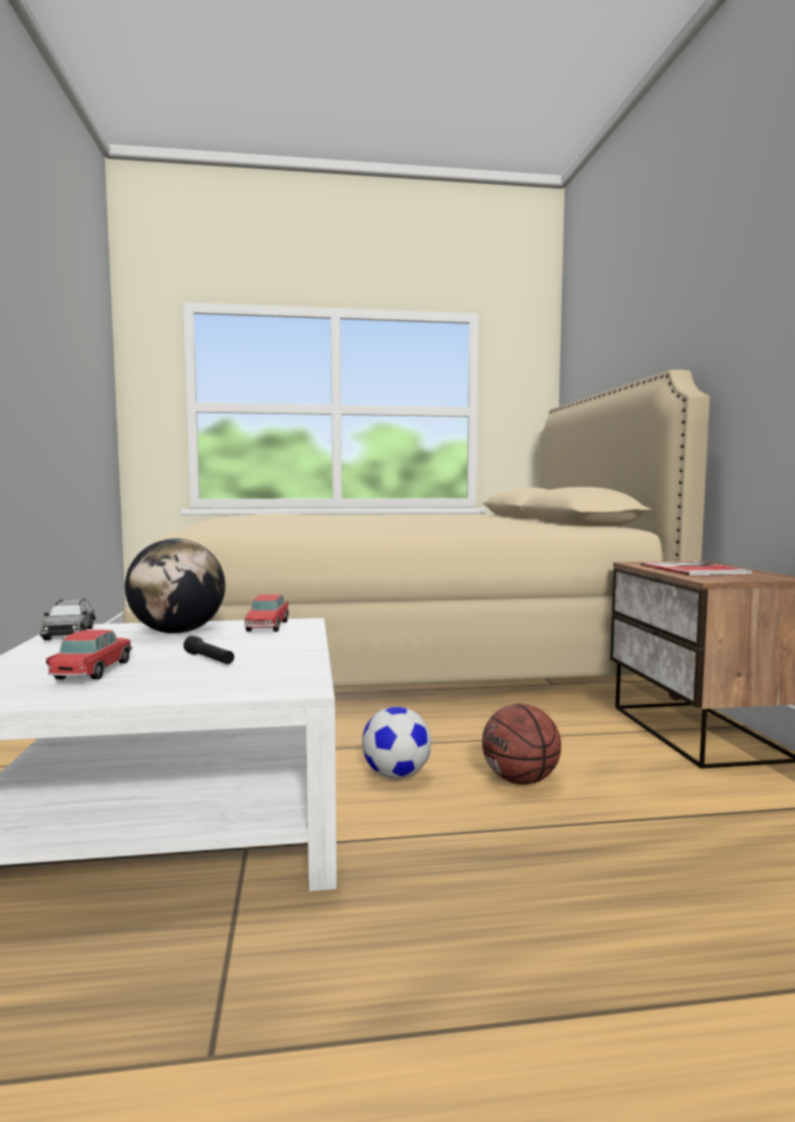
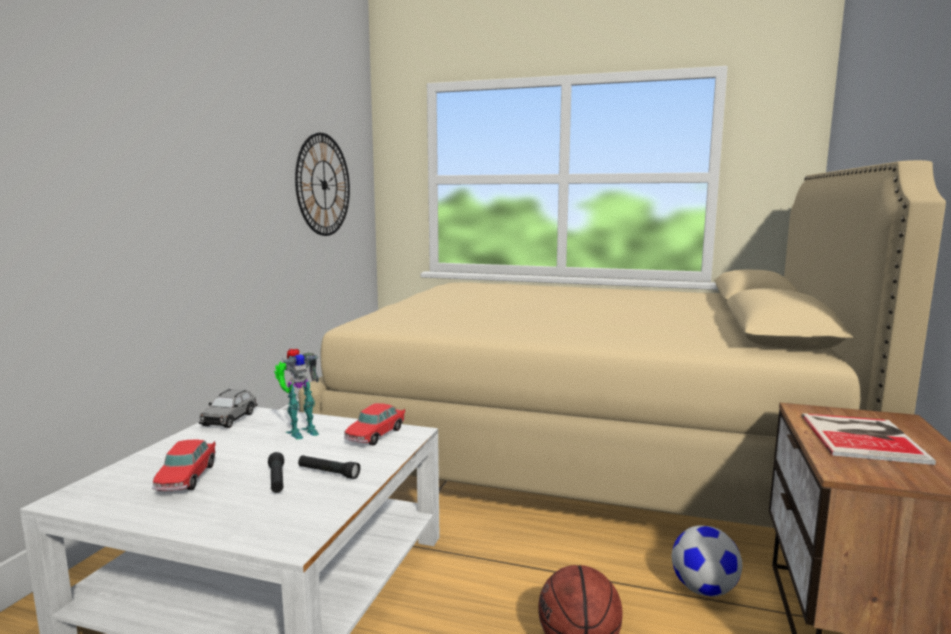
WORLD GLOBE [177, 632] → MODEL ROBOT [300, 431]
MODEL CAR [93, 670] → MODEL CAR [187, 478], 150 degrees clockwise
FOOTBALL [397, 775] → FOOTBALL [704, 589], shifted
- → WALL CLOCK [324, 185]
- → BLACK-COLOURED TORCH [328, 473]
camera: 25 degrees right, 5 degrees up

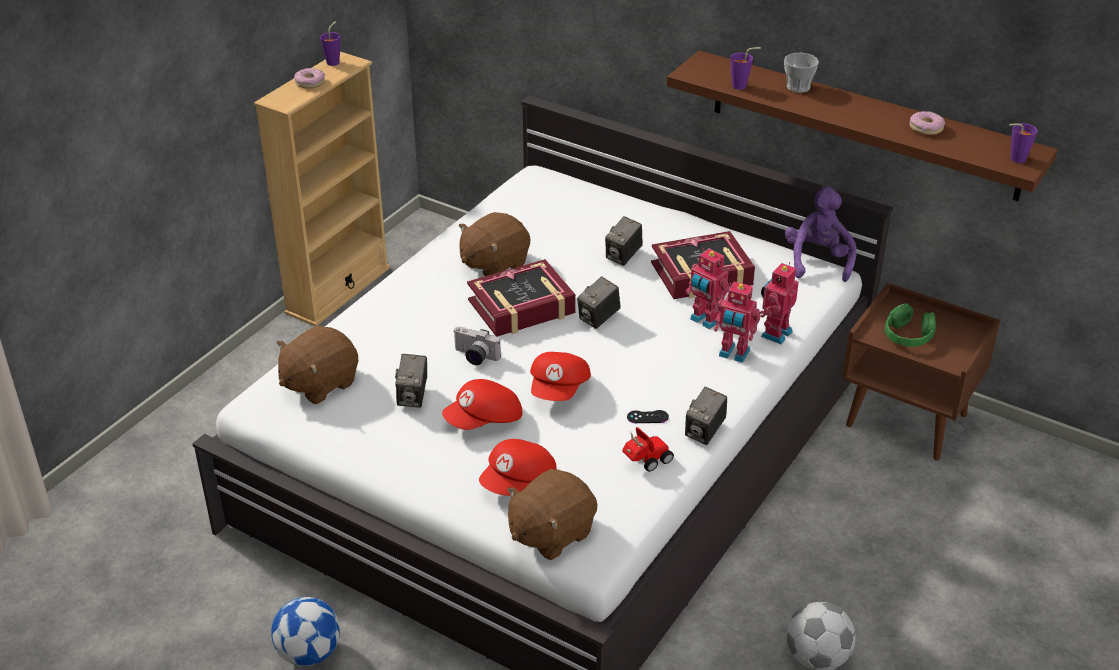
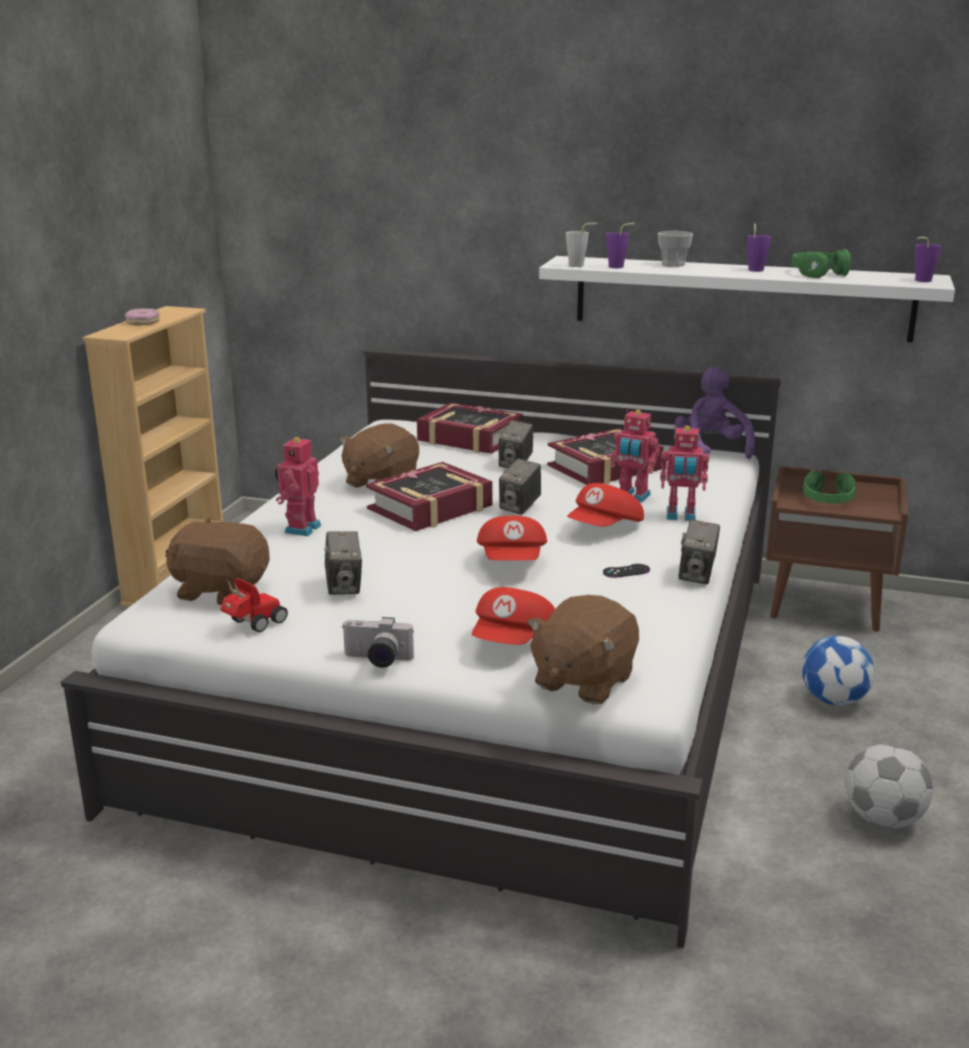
PURPLE-COLOURED CUP [334, 61] → PURPLE-COLOURED CUP [755, 269], shifted
BROWN SHELF [864, 125] → WHITE-COLOURED SHELF [741, 298]
DOUGHNUT [926, 128] → GREENISH HEADSET [818, 273]
MODEL ROBOT [774, 333] → MODEL ROBOT [300, 528], shifted
BROWN CUDDLY TOY [319, 383] → BROWN CUDDLY TOY [221, 590], 75 degrees clockwise
STILL CAMERA [474, 357] → STILL CAMERA [377, 660], shifted
RED-COLOURED PEAKED CAP [484, 420] → RED-COLOURED PEAKED CAP [605, 528], shifted
MODEL CAR [645, 461] → MODEL CAR [253, 624], shifted
FOOTBALL [309, 653] → FOOTBALL [833, 700], shifted
- → GREYISH CUP [579, 265]
- → BOOK [469, 438]
camera: 15 degrees left, 15 degrees down

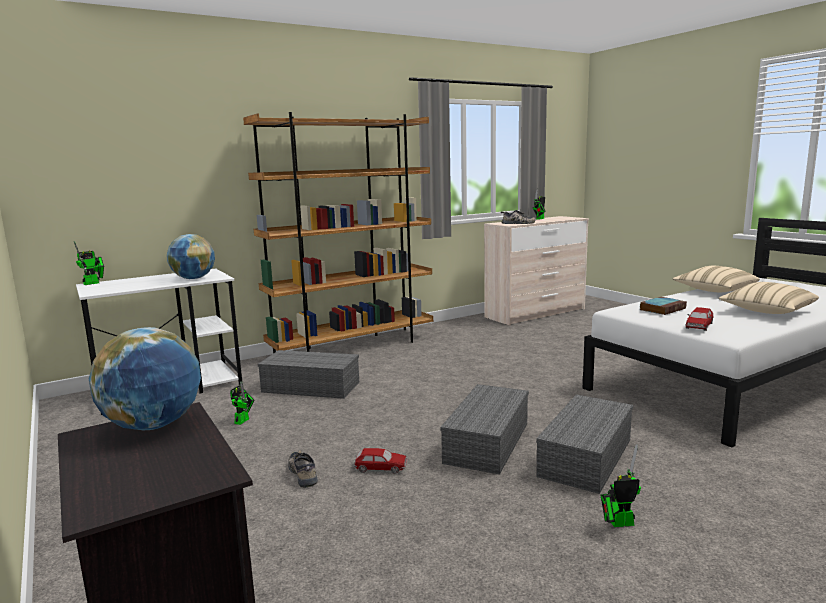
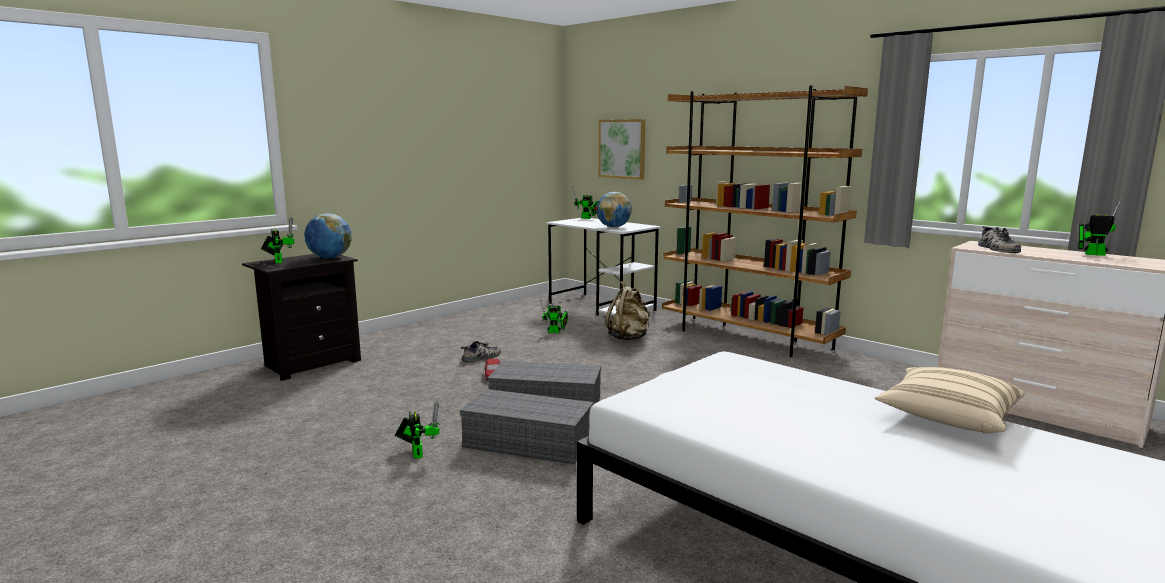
BEIGE-COLOURED PILLOW [767, 312] → -
BOOK [662, 309] → -
MODEL CAR [698, 326] → -
GREYISH STORAGE BIN [309, 387] → BEIGE-COLOURED RUCKSACK [629, 338]
- → WALL PICTURE [622, 149]
- → MODEL ROBOT [278, 261]
camera: 75 degrees right, 0 degrees up

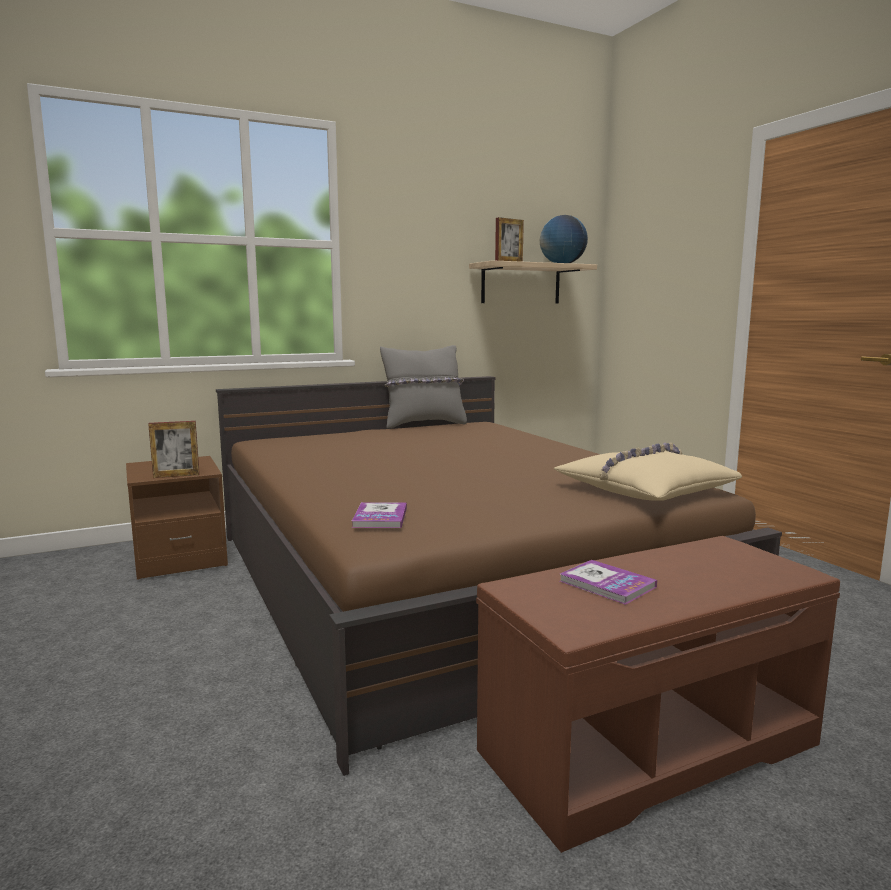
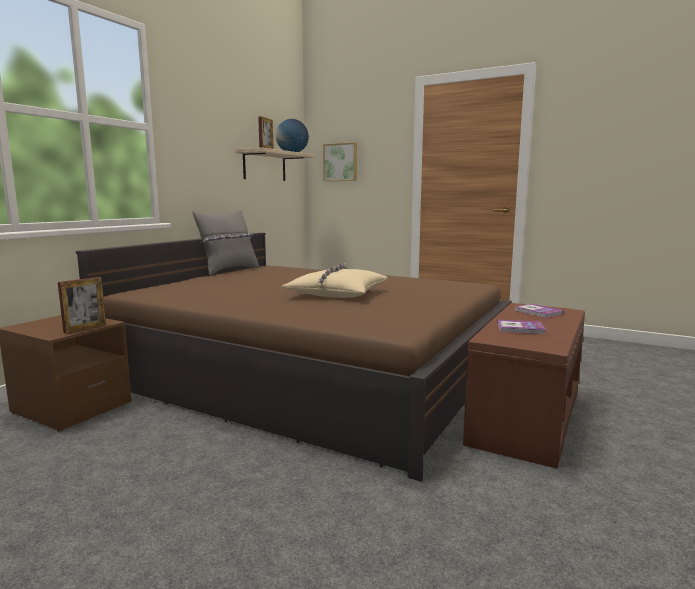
BEIGE-COLOURED PILLOW [644, 490] → BEIGE-COLOURED PILLOW [337, 293], shifted
BOOK [380, 517] → BOOK [538, 312], shifted
- → WALL PICTURE [341, 162]
camera: 35 degrees left, 0 degrees up

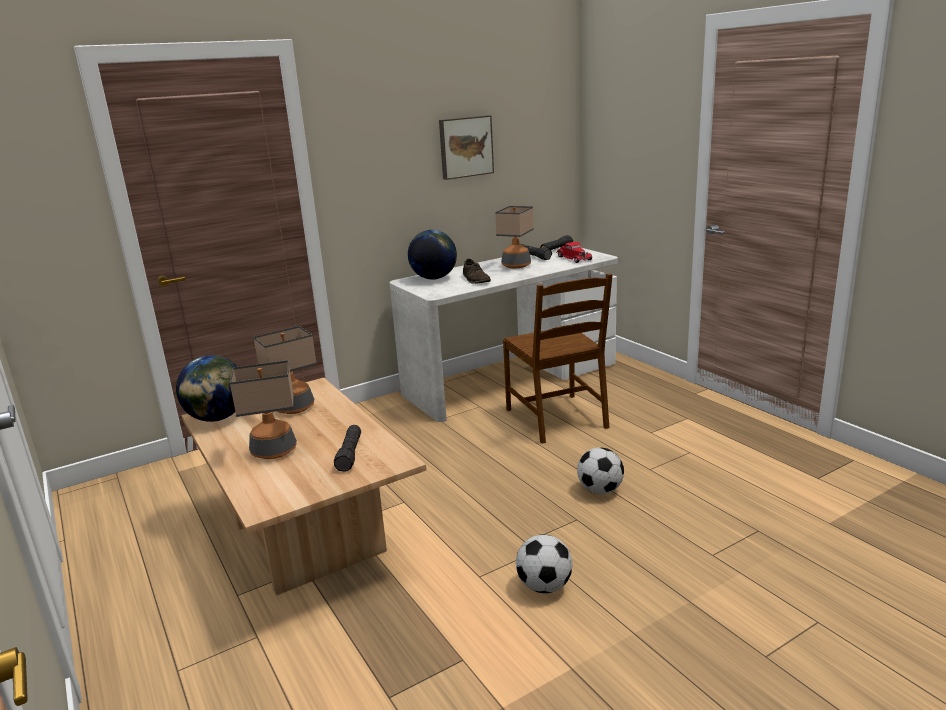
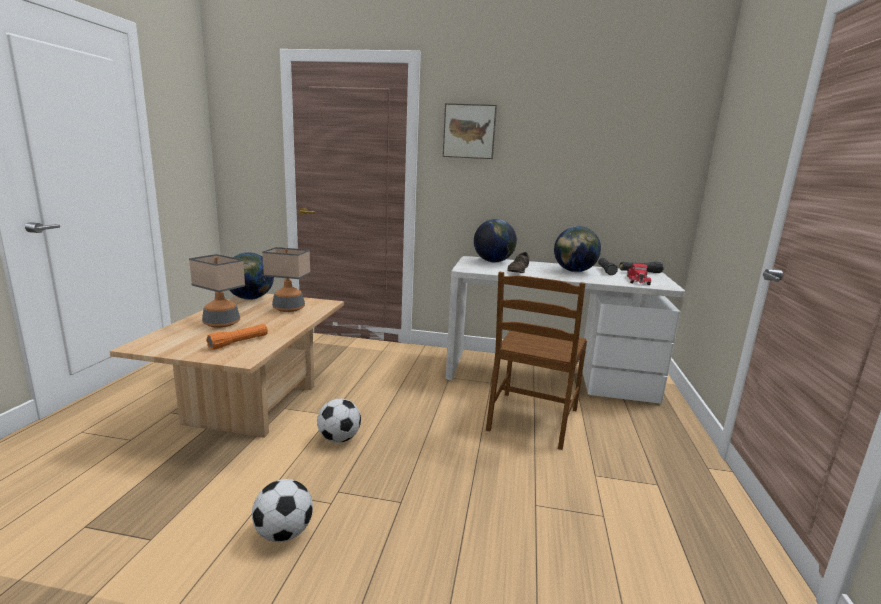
WALL PICTURE [465, 147] → WALL PICTURE [469, 131], shifted
LAMP FOR A TABLE [516, 265] → WORLD GLOBE [574, 271]
BLACK-COLOURED TORCH [350, 454] → ORANGE TORCH [239, 342]
FOOTBALL [600, 490] → FOOTBALL [339, 439], shifted
camera: 40 degrees right, 5 degrees down

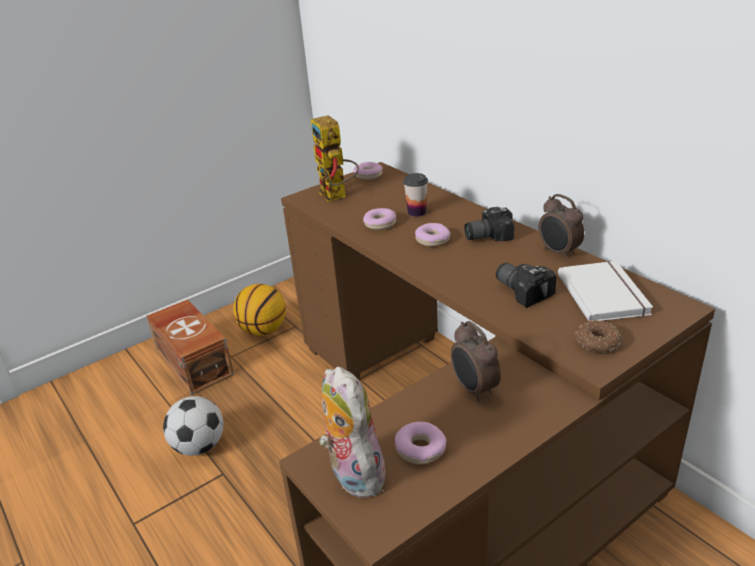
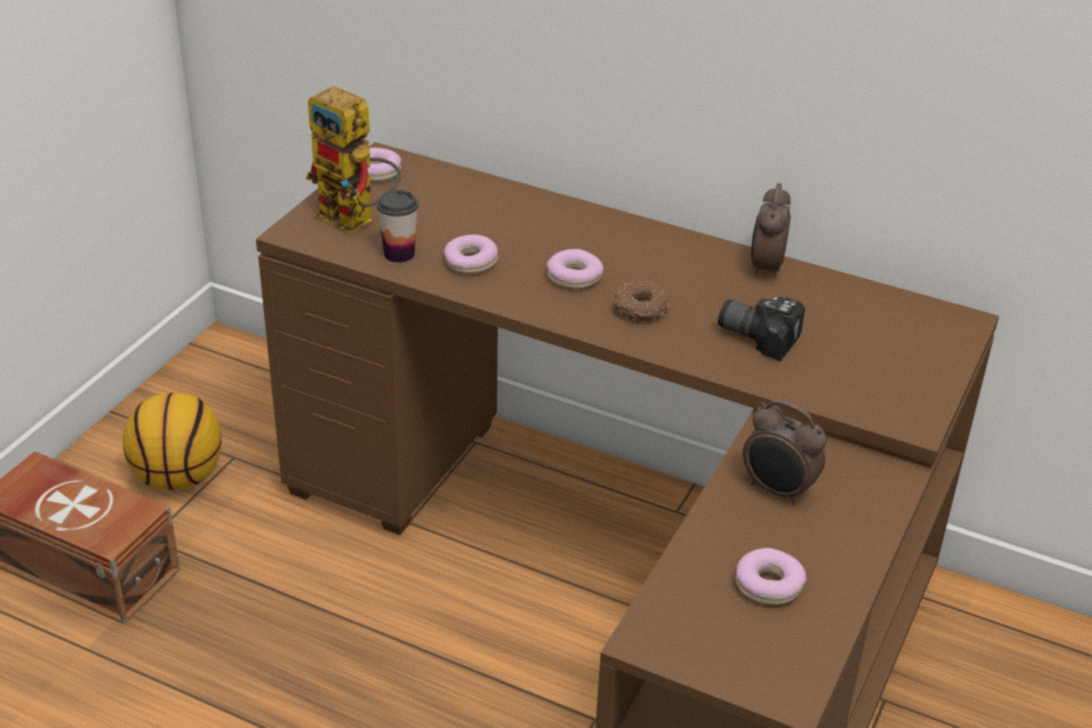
CUP [417, 212] → CUP [399, 254], shifted
TABLE CLOCK [558, 253] → TABLE CLOCK [765, 268], 75 degrees clockwise
STILL CAMERA [486, 235] → -
WHITE-COLOURED BOOK [605, 293] → -
DOUGHNUT [597, 343] → DOUGHNUT [640, 310], shifted
CUDDLY TOY [352, 474] → -
FOOTBALL [199, 446] → -
camera: 30 degrees left, 5 degrees up

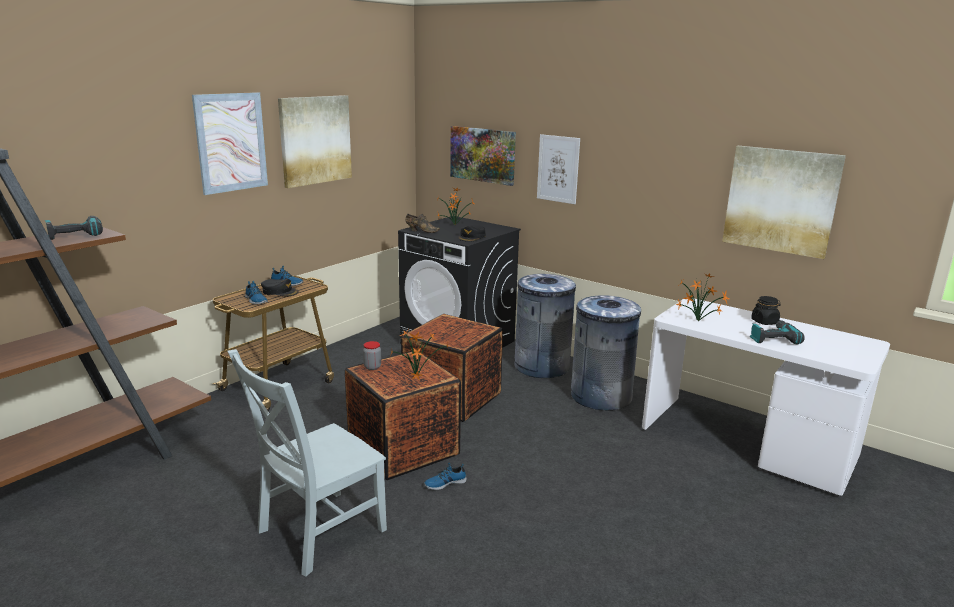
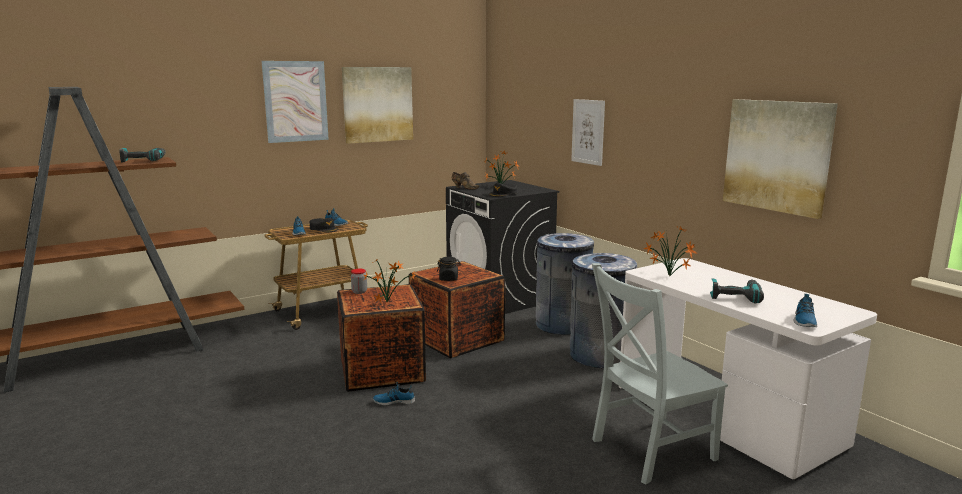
WALL PICTURE [483, 154] → -
BLACK-COLOURED STORAGE JAR [764, 322] → BLACK-COLOURED STORAGE JAR [448, 279], shifted
GREYISH UPRIGHT CHAIR [317, 533] → GREYISH UPRIGHT CHAIR [648, 450], shifted
- → SHOE [804, 321]
camera: 20 degrees right, 5 degrees down

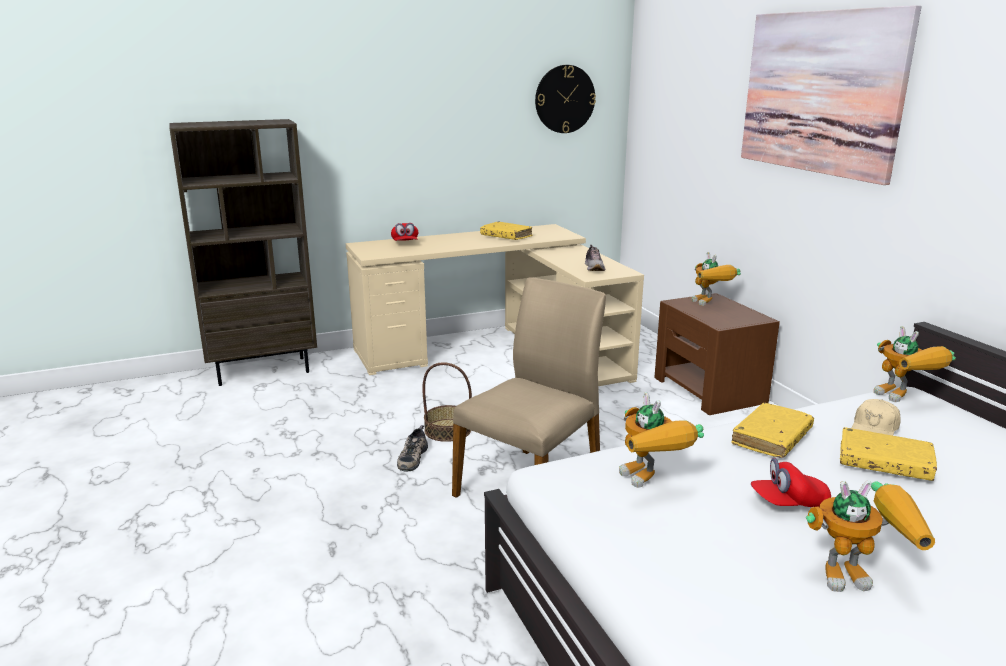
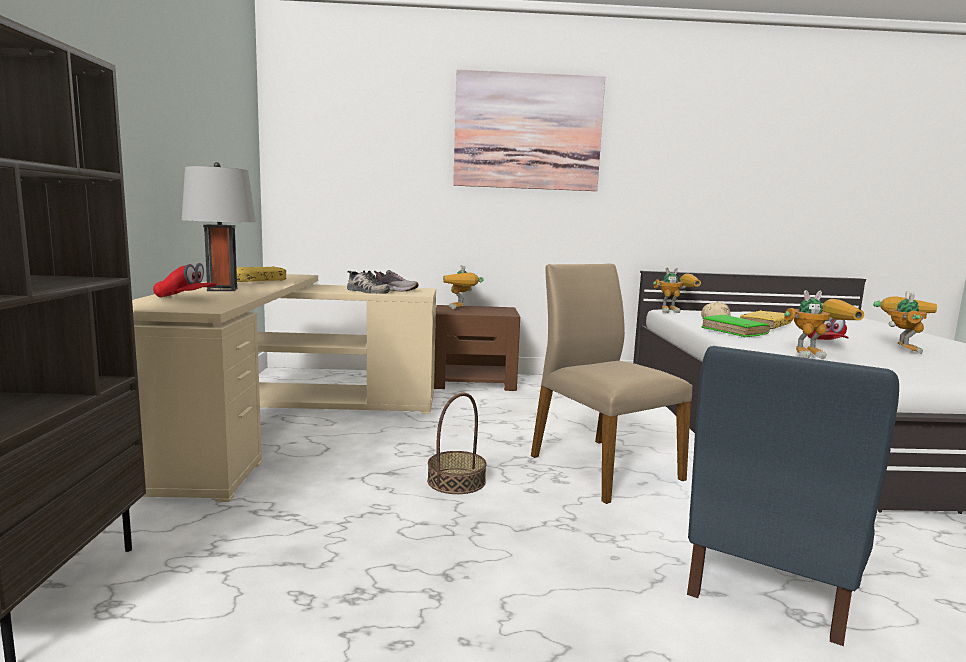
WALL CLOCK [564, 99] → -
MODEL ROBOT [710, 304] → MODEL ROBOT [461, 309], 75 degrees clockwise
YELLOWISH BOOK [771, 438] → GREENISH BOOK [734, 332]
SHOE [412, 457] → SHOE [366, 291], shifted
- → GREYISH LAMP FOR A TABLE [222, 289]
- → BLUISH UPRIGHT CHAIR [768, 580]
camera: 70 degrees left, 10 degrees down

